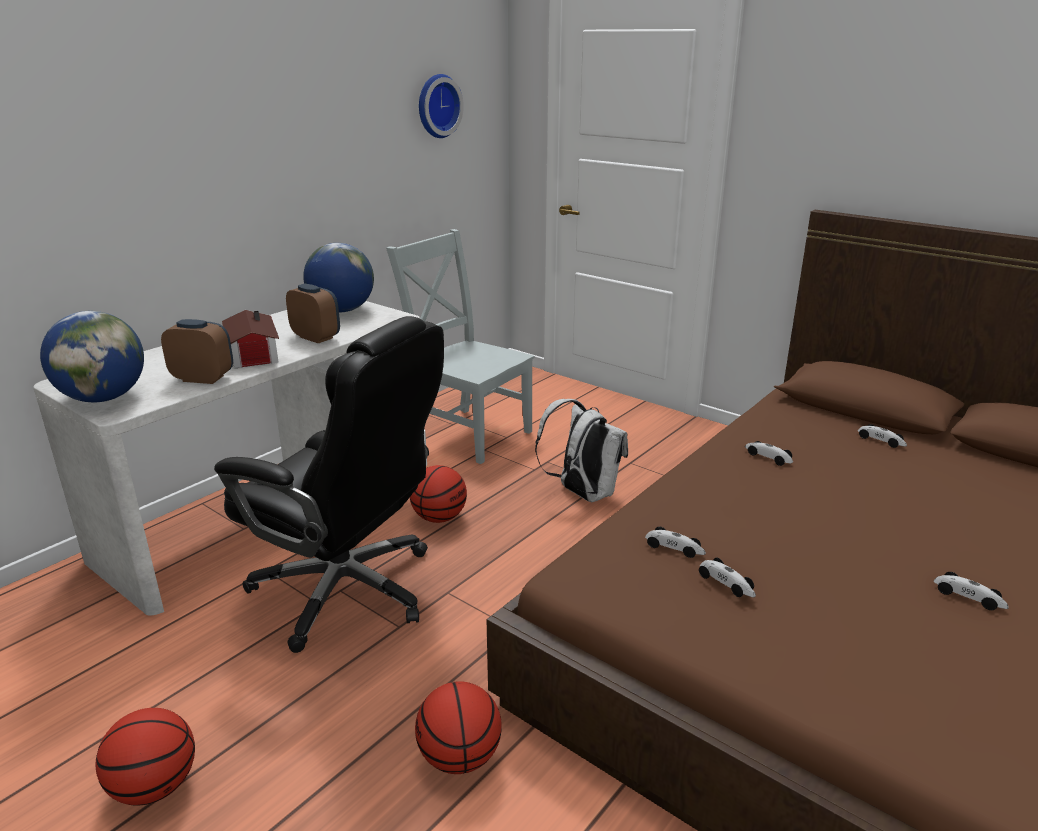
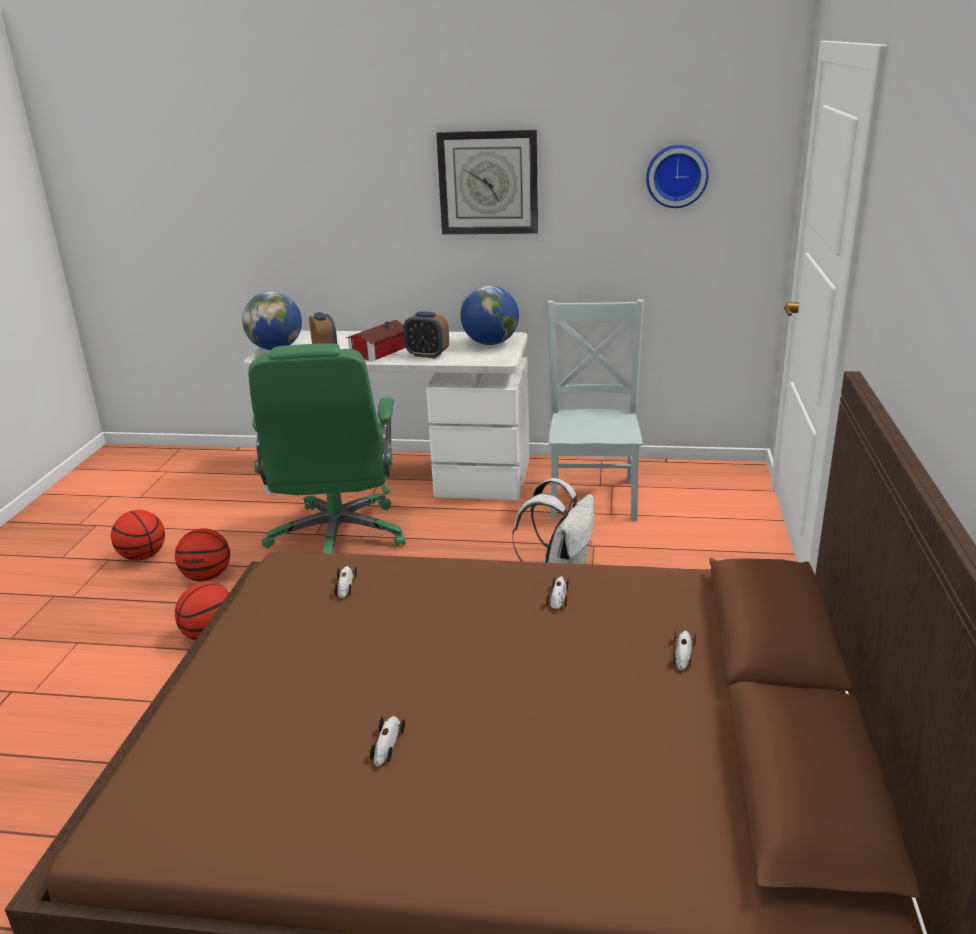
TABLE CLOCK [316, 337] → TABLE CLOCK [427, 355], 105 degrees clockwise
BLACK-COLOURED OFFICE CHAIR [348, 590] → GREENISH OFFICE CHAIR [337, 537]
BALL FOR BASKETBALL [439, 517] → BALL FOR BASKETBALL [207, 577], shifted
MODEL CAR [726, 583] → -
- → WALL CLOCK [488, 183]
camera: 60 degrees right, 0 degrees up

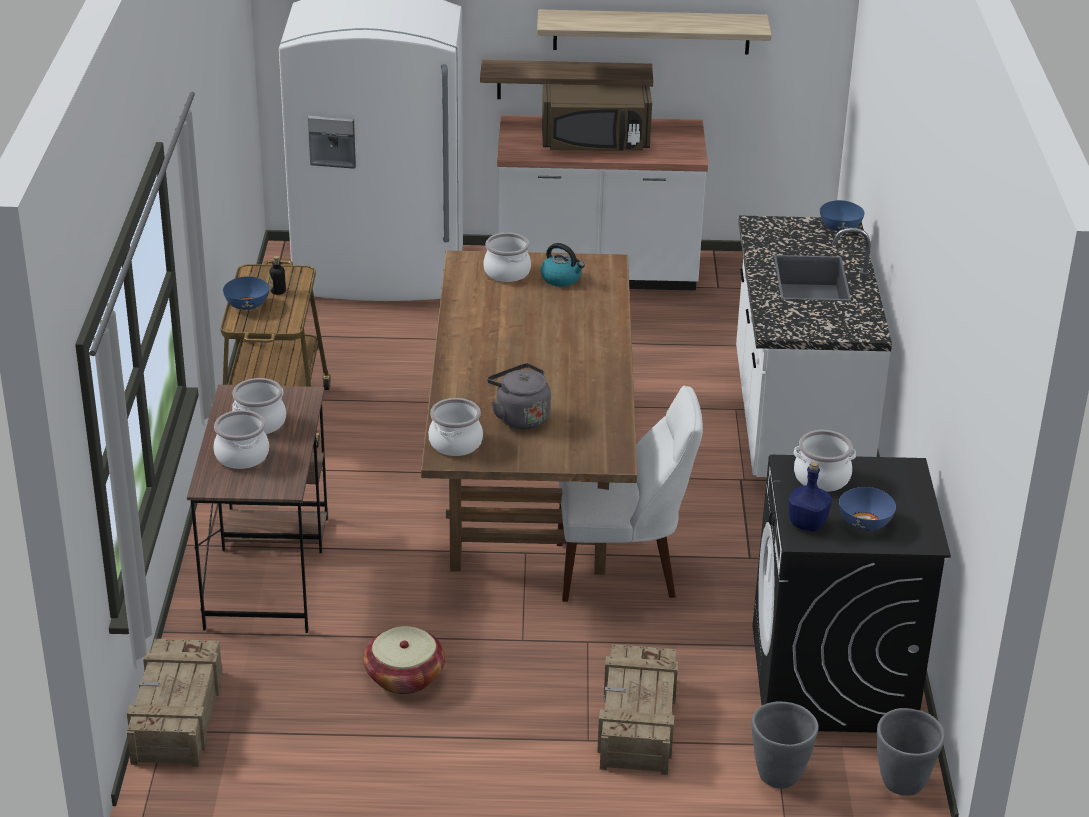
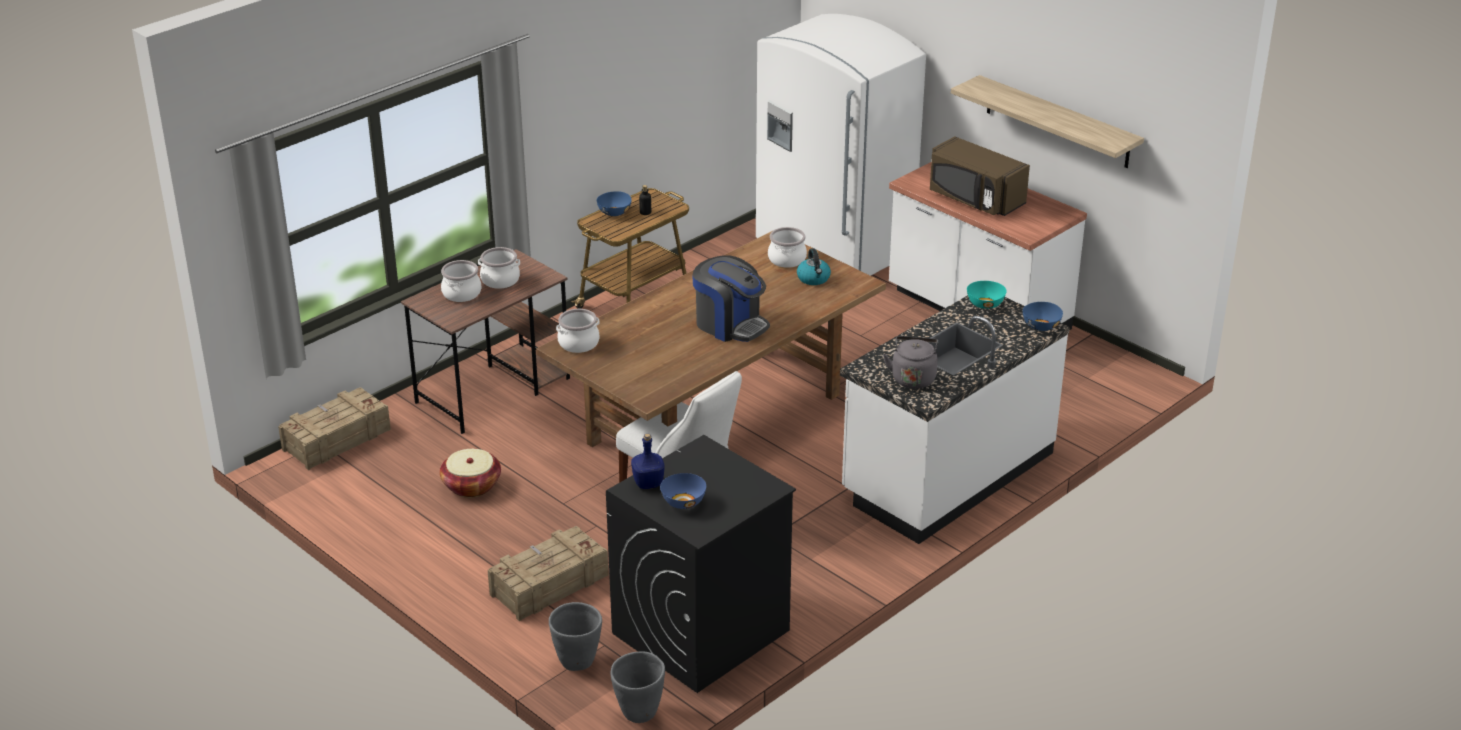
SHELF [566, 80] → -
GREYISH WATER KETTLE [520, 417] → GREYISH WATER KETTLE [913, 378], shifted
STOCKPOT [821, 477] → -
- → COFFEE MACHINE [730, 324]
- → BLUE-GREEN DEEP DISH [985, 304]
camera: 45 degrees right, 0 degrees up

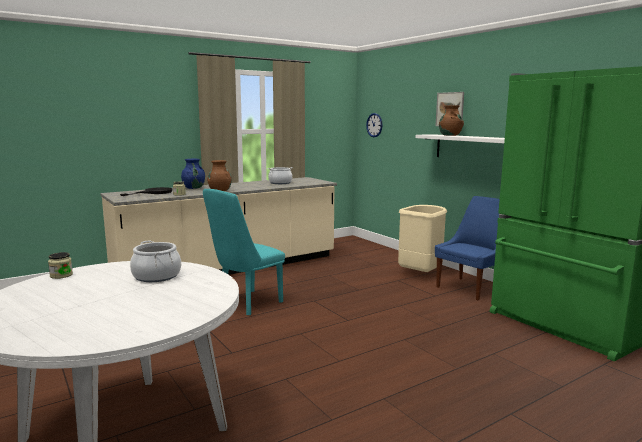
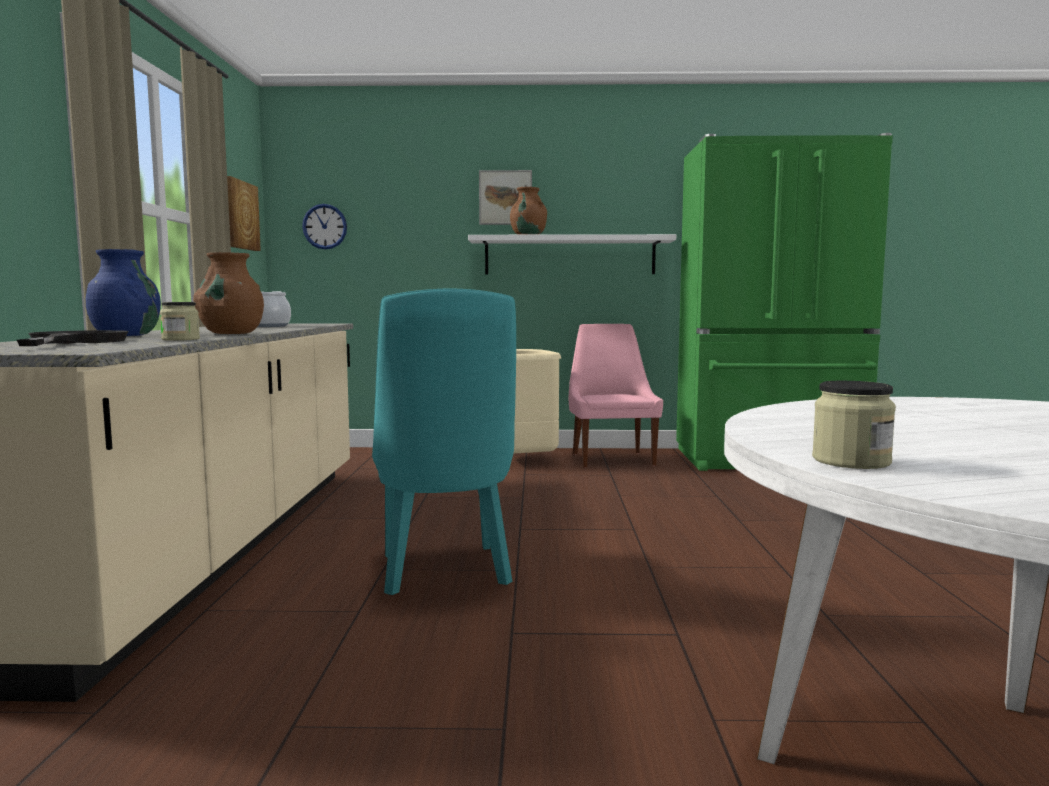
BLUISH UPRIGHT CHAIR [470, 288] → PINKISH UPRIGHT CHAIR [611, 459]
STOCKPOT [157, 276] → -
- → WALL PICTURE [240, 215]
camera: 55 degrees left, 5 degrees down

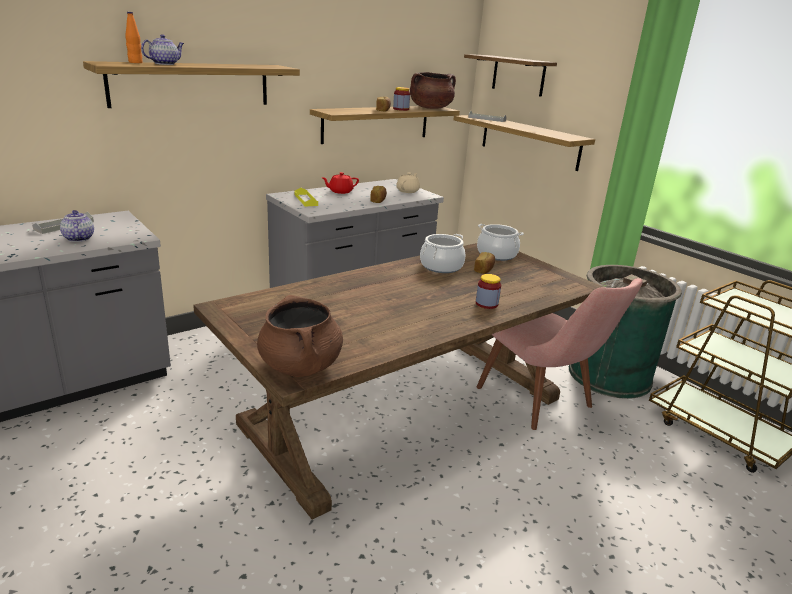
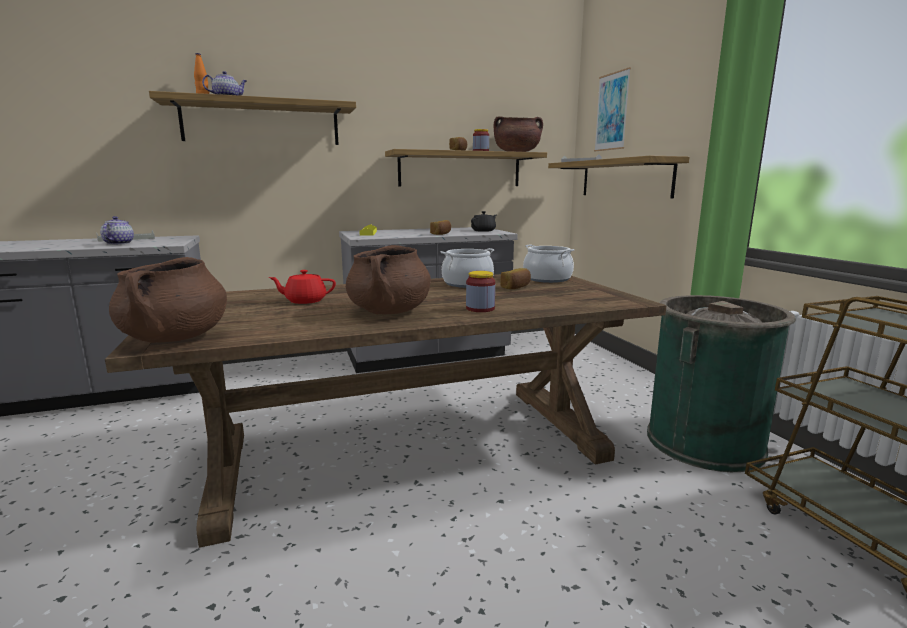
SHELF [518, 75] → WALL PICTURE [612, 112]
RED-COLOURED TEAPOT [340, 191] → RED-COLOURED TEAPOT [305, 301], shifted
BEIGE-COLOURED TEAPOT [408, 191] → BLACK-COLOURED TEAPOT [484, 231]
PINKISH UPRIGHT CHAIR [545, 404] → -
- → BROWN STOCKPOT [389, 311]
camera: 20 degrees right, 10 degrees down

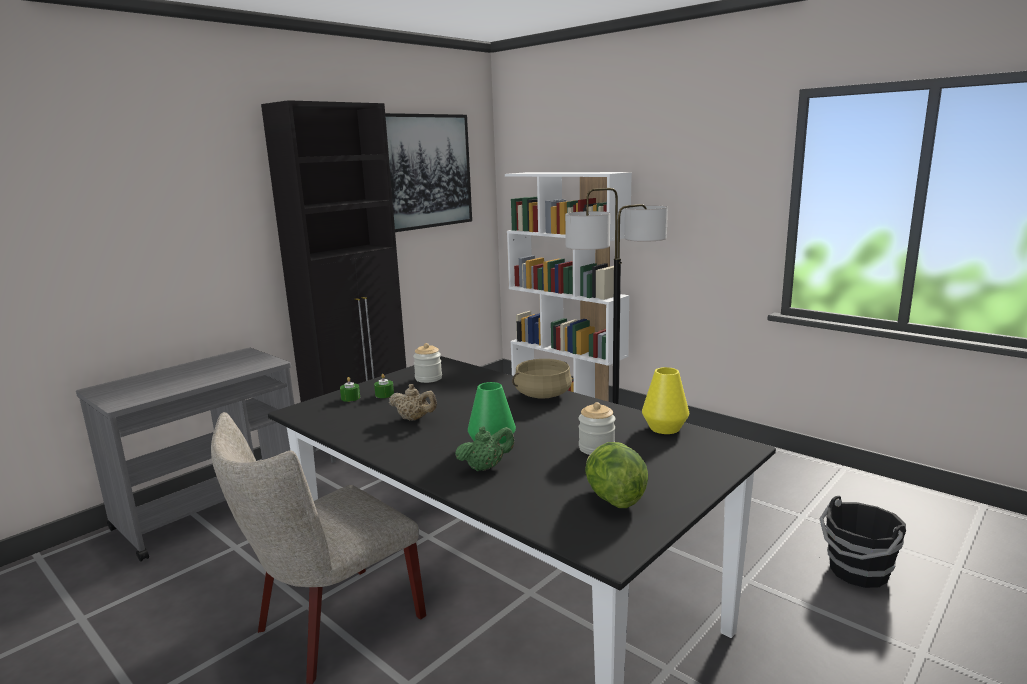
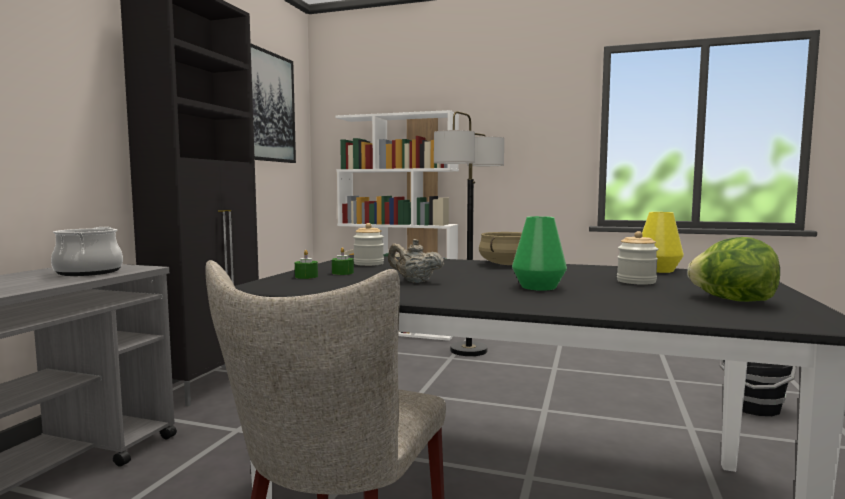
BEIGE-COLOURED TEAPOT [414, 419] → BEIGE-COLOURED TEAPOT [414, 281], 150 degrees counterclockwise
GREENISH TEAPOT [485, 467] → -
- → STOCKPOT [89, 272]
camera: 25 degrees left, 10 degrees down

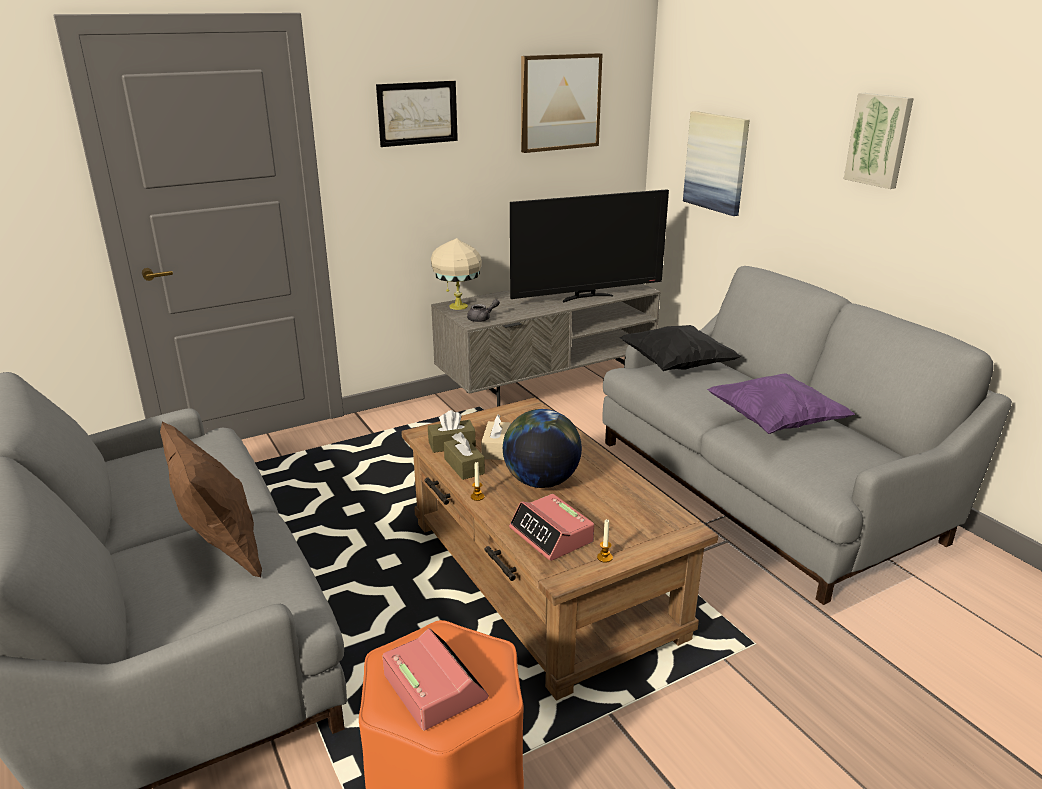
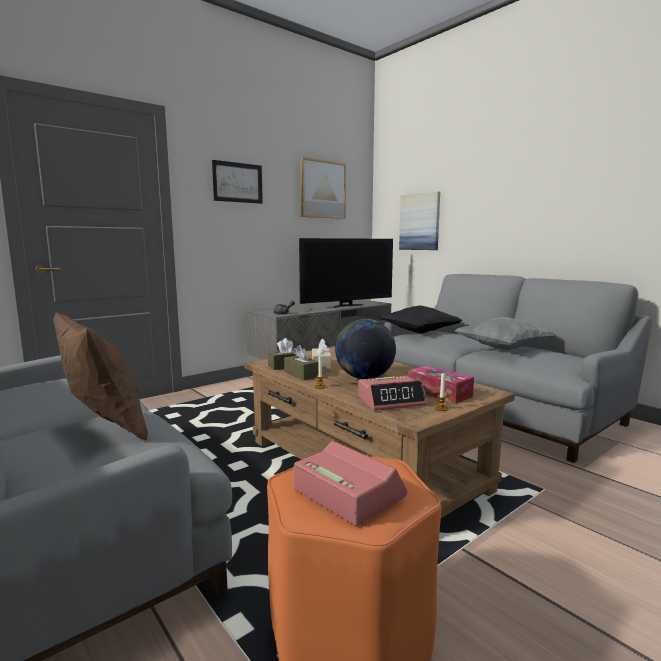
WALL PICTURE [879, 140] → -
BEIGE-COLOURED LAMP FOR A TABLE [457, 306] → -
PURPLE-COLOURED PILLOW [775, 422] → GREYISH PILLOW [502, 349]
TABLE CLOCK [551, 535] → TABLE CLOCK [391, 401], 60 degrees counterclockwise
- → BOX OF TISSUES [439, 392]
camera: 10 degrees left, 15 degrees down

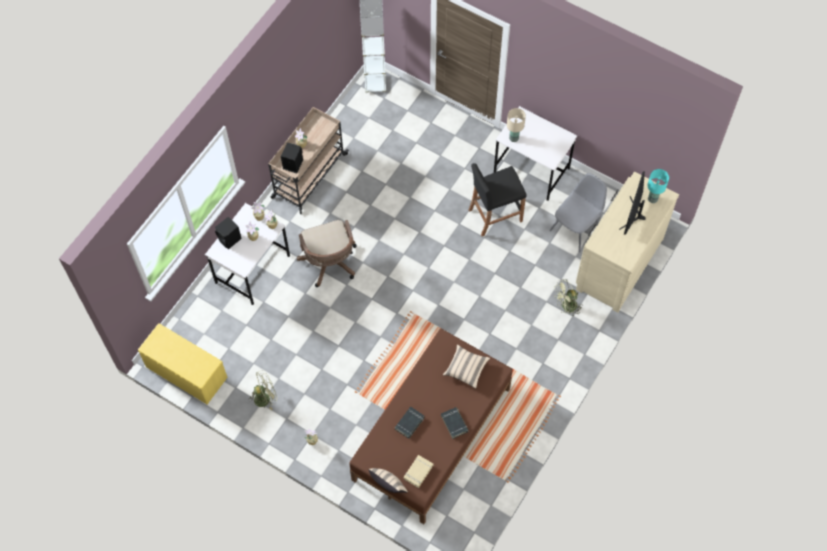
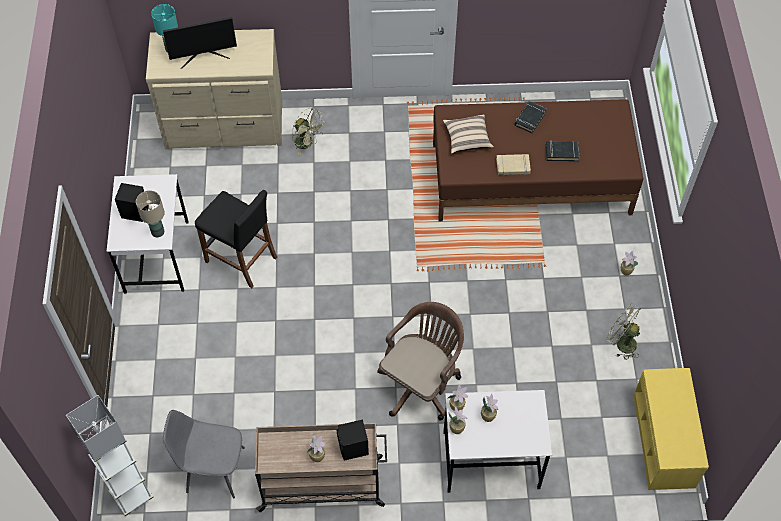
GREYISH UPRIGHT CHAIR [576, 229] → GREYISH UPRIGHT CHAIR [213, 469], shifted
BLACK-COLOURED LOUDSPEAKER [230, 239] → BLACK-COLOURED LOUDSPEAKER [135, 211], shifted
BEIGE-COLOURED BOOK [418, 472] → BEIGE-COLOURED BOOK [513, 166], shifted
BEIGE-COLOURED PILLOW [388, 486] → -
camera: 125 degrees left, 5 degrees down

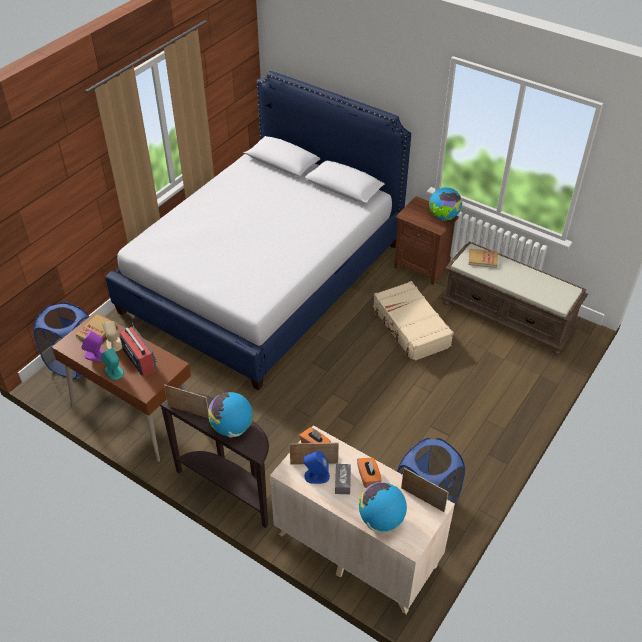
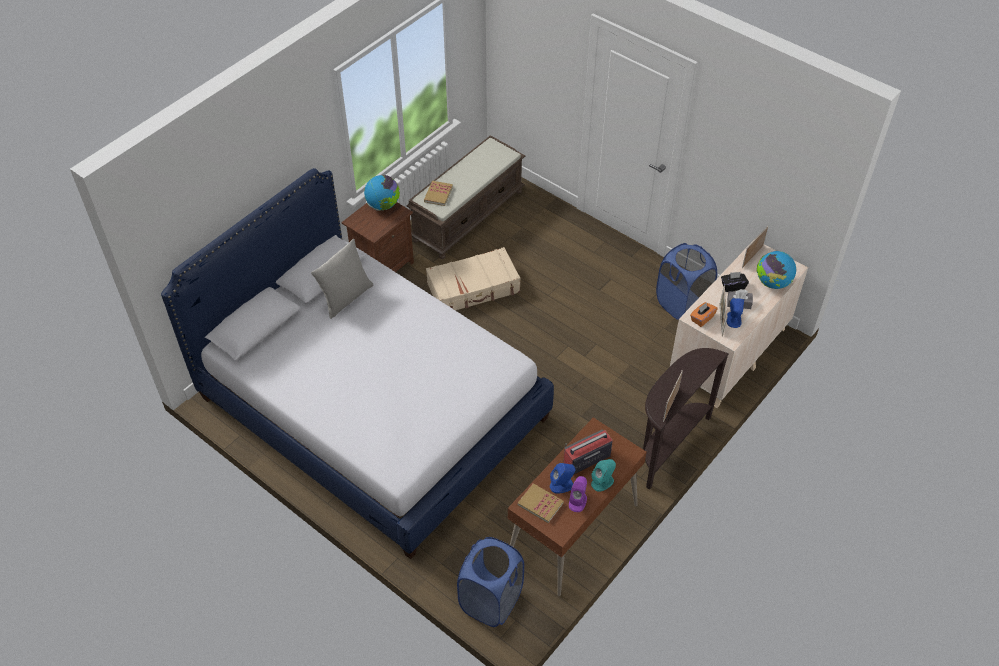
BEIGE-COLOURED LOUDSPEAKER [114, 344] → BLUISH LOUDSPEAKER [562, 485]
WORLD GLOBE [232, 427] → -
ORANGE BOX OF TISSUES [368, 477] → BLACK-COLOURED BOX OF TISSUES [733, 286]
- → GREYISH PILLOW [346, 298]
camera: 85 degrees left, 5 degrees up

